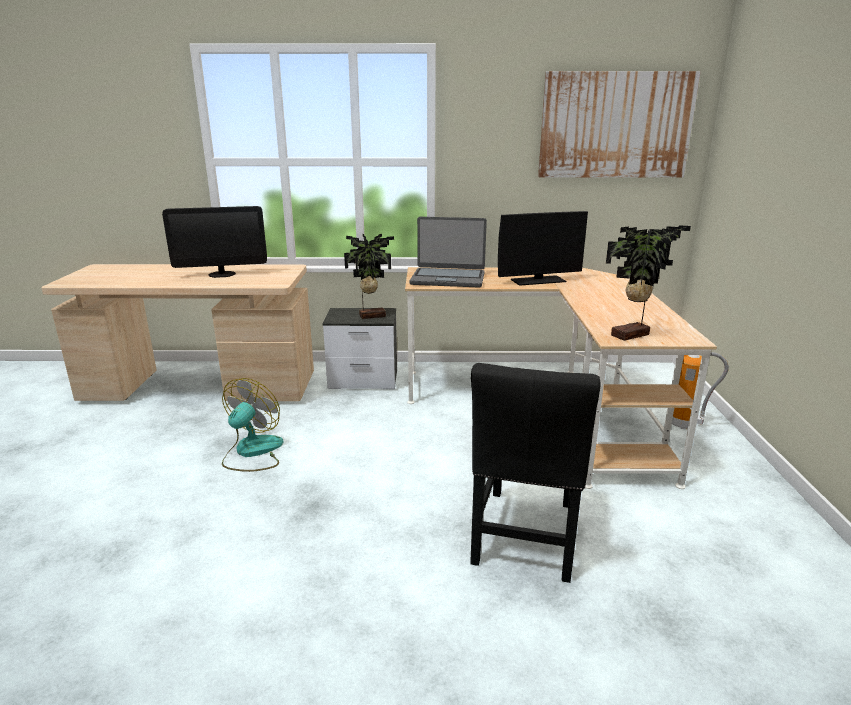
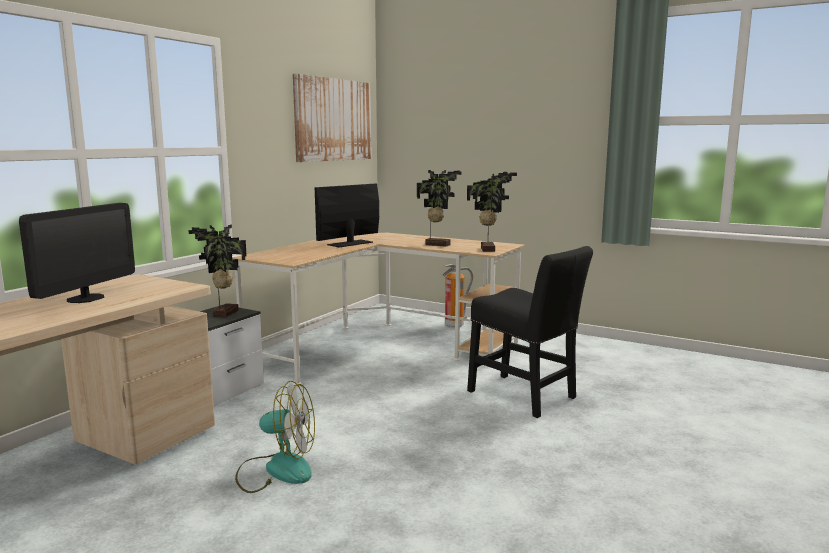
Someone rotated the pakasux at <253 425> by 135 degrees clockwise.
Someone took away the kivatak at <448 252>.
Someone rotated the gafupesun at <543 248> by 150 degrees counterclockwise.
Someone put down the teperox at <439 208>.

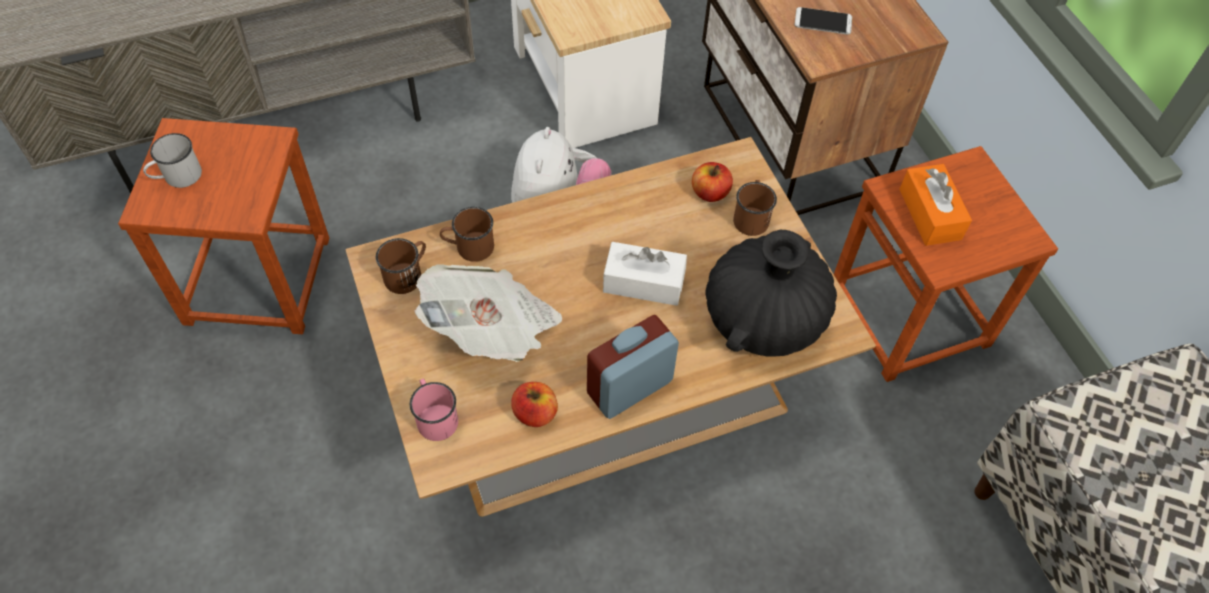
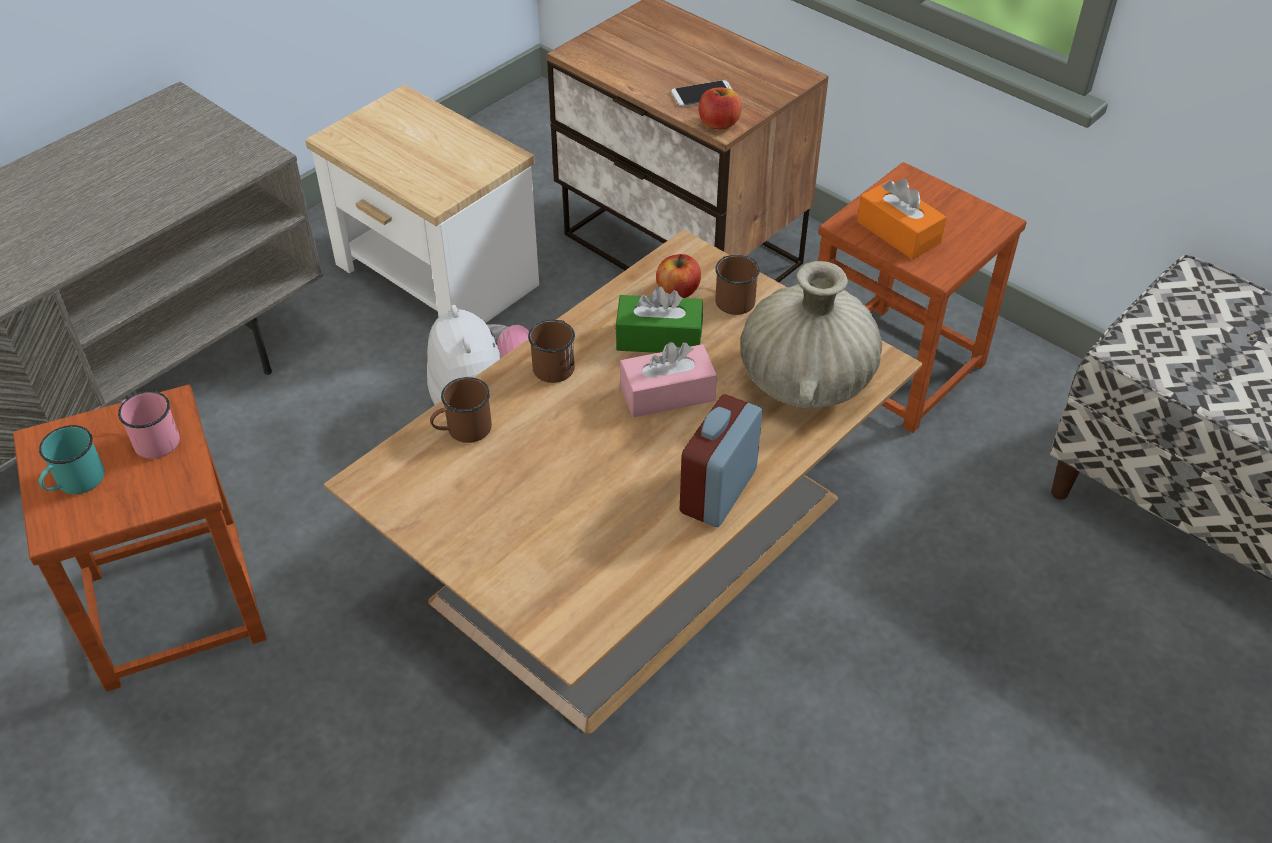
Someone repainted the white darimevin at <172 160>, which became the turquoise darimevin at <72 459>.
Someone carried the brown darimevin from <401 266> to <551 351>.
Someone carried the pink darimevin from <434 410> to <149 425>.
Someone took away the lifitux at <488 313>.
Someone carried the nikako from <534 404> to <720 108>.
Someone repainted the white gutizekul at <645 274>, which became the pink gutizekul at <668 380>.
Someone repainted the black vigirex at <771 293>, which became the beige vigirex at <811 334>.
Someone put down the green gutizekul at <659 319>.

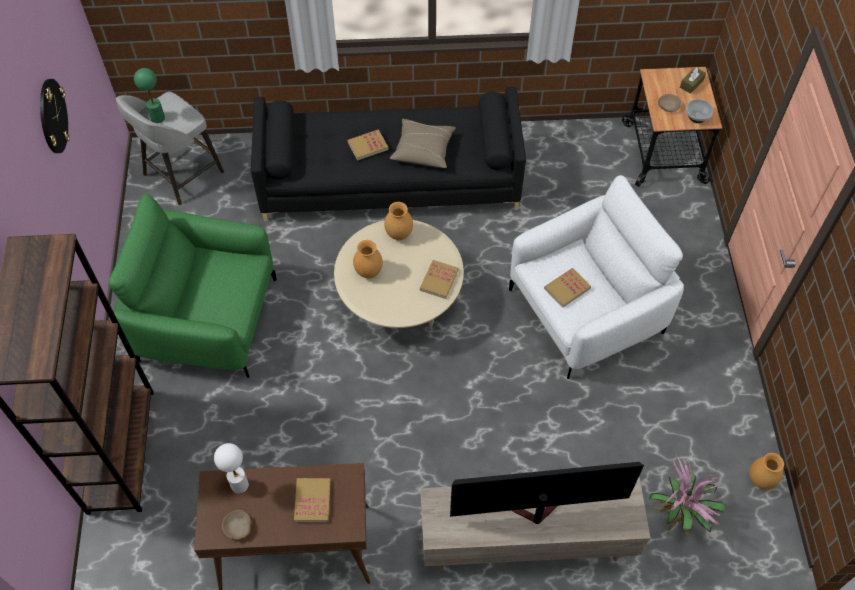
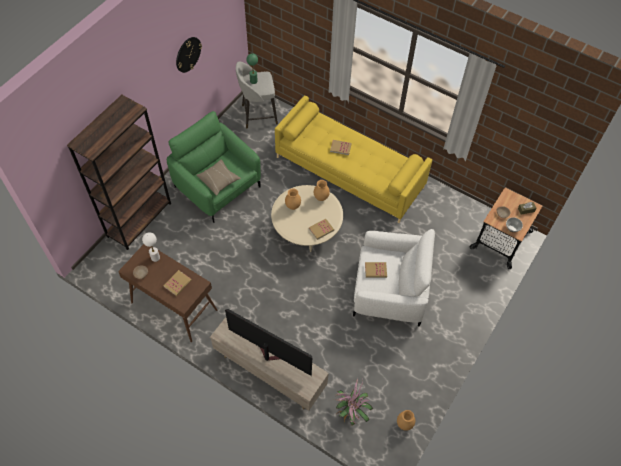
Someone repainted the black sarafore at <388 153>, which became the yellow sarafore at <353 159>.
Someone carried the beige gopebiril from <423 143> to <218 177>.

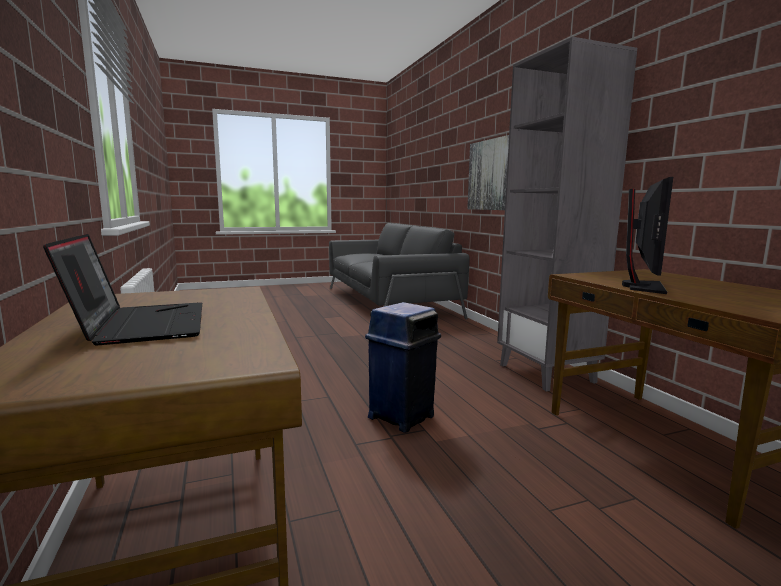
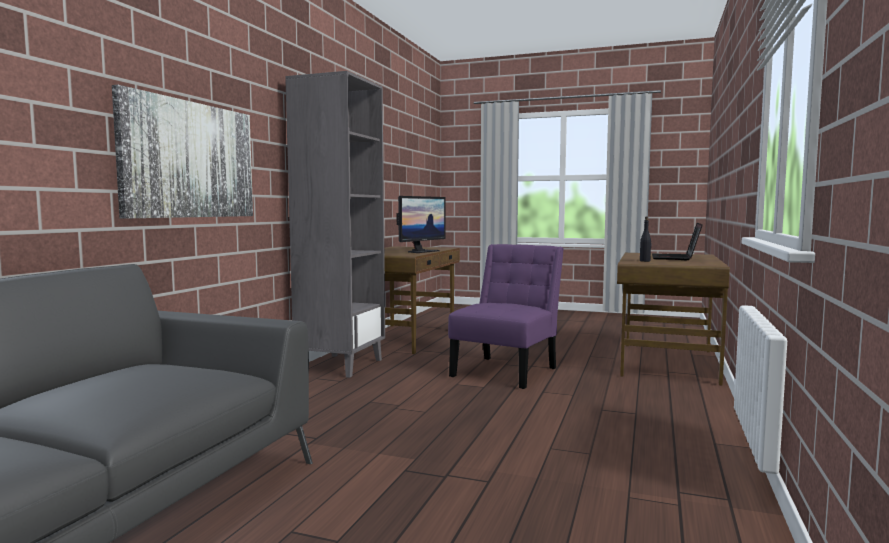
Someone swapped the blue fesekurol at <403 367> for the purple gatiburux at <506 316>.
Someone rotated the gafupesun at <647 235> by 150 degrees clockwise.
Someone put down the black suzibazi at <646 239>.

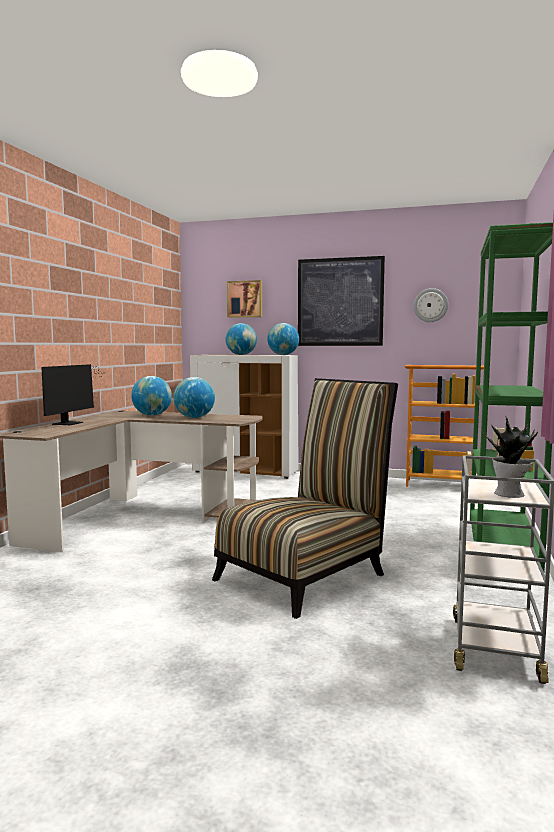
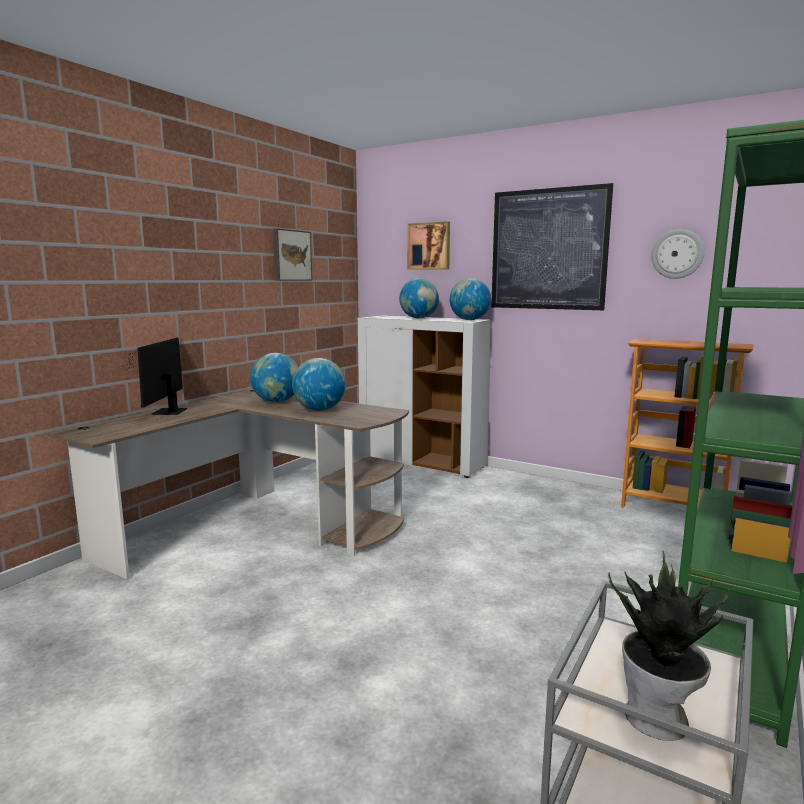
Someone rotated the gafupesun at <72 394> by 150 degrees clockwise.
Someone took away the gatiburux at <305 498>.
Someone put up the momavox at <292 254>.

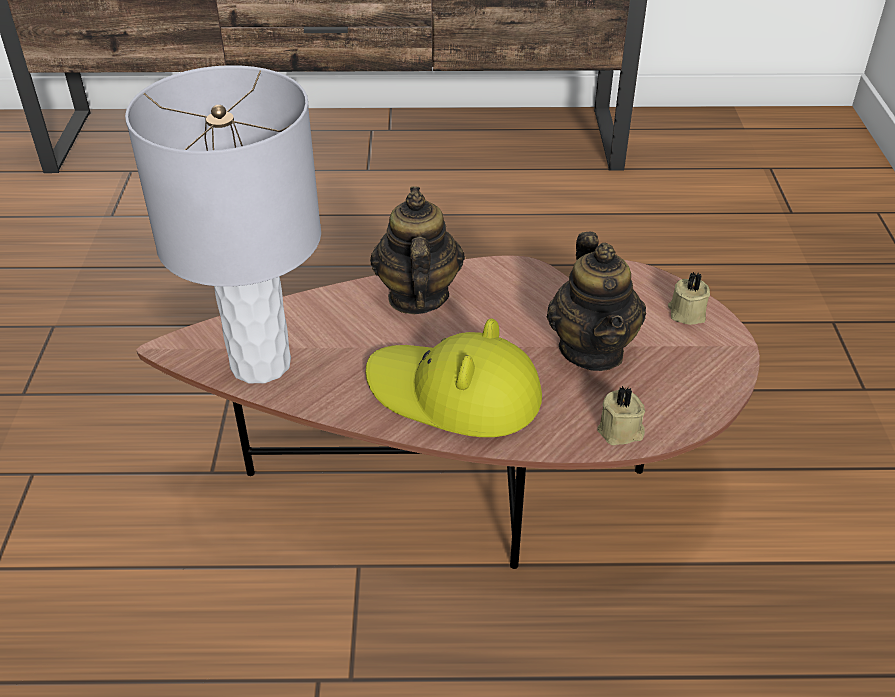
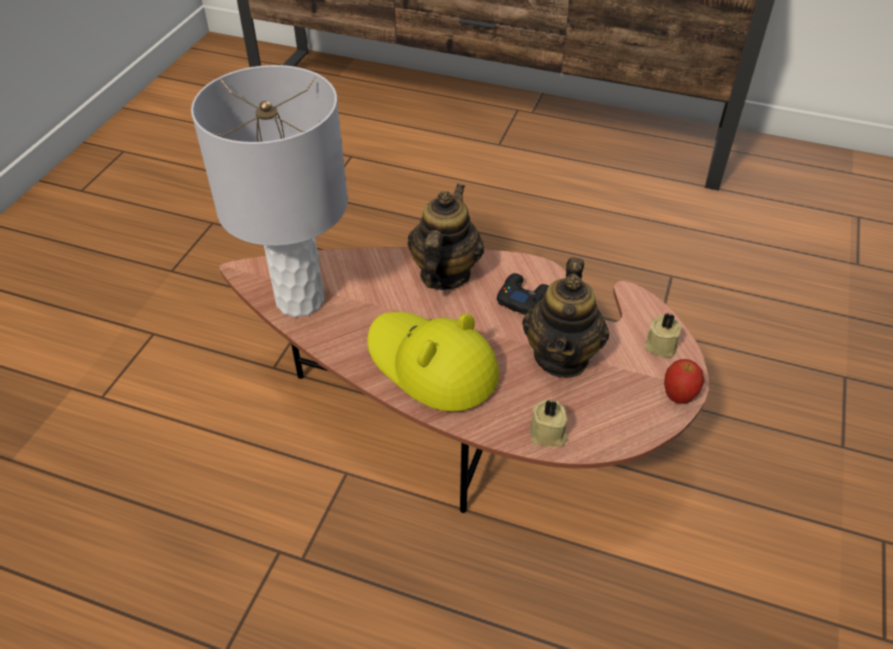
Someone put down the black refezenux at <523 294>.
Someone put down the nikako at <684 381>.

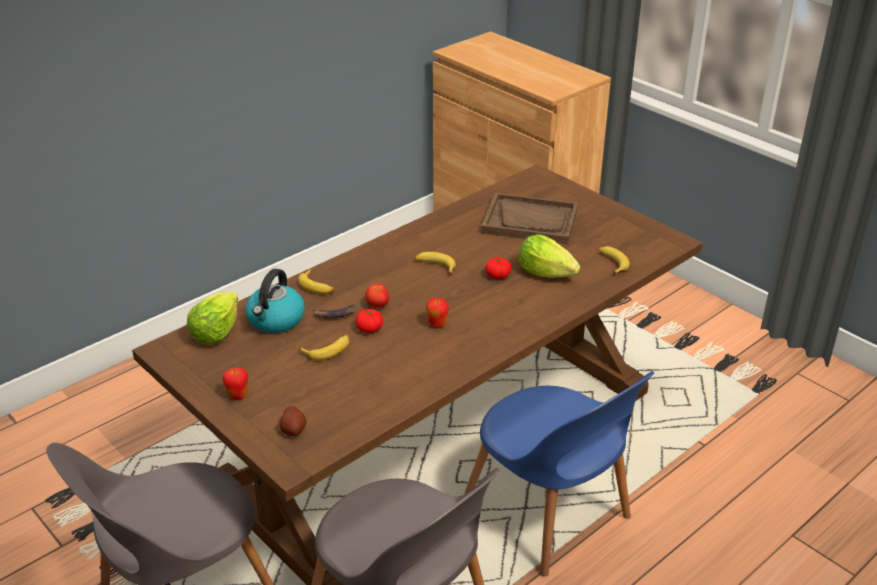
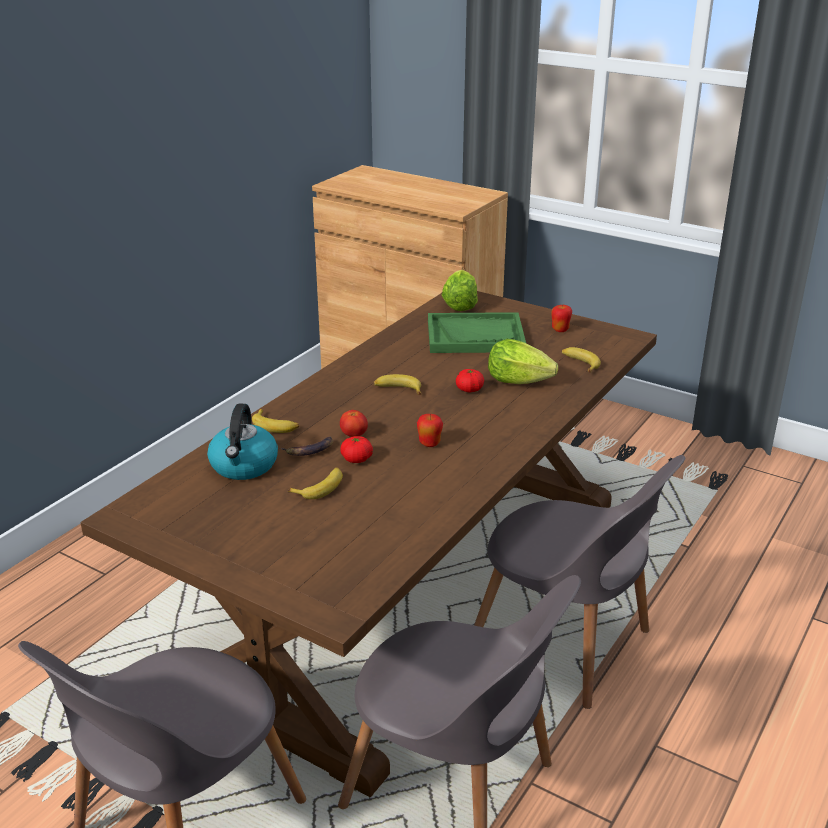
Someone carried the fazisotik from <212 317> to <460 290>.
Someone carried the nikako from <235 383> to <561 318>.
Someone took away the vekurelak at <293 421>.
Someone repainted the blue gatiburux at <559 474>, which became the grey gatiburux at <579 582>.
Someone repainted the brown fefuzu at <529 218>, which became the green fefuzu at <477 332>.

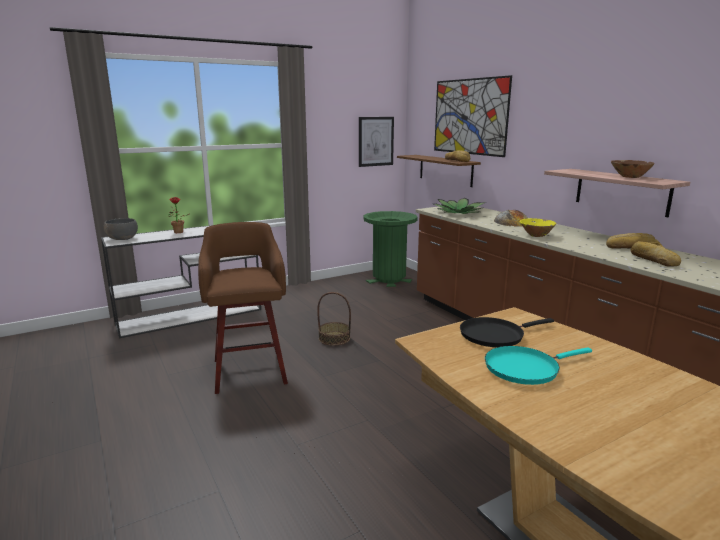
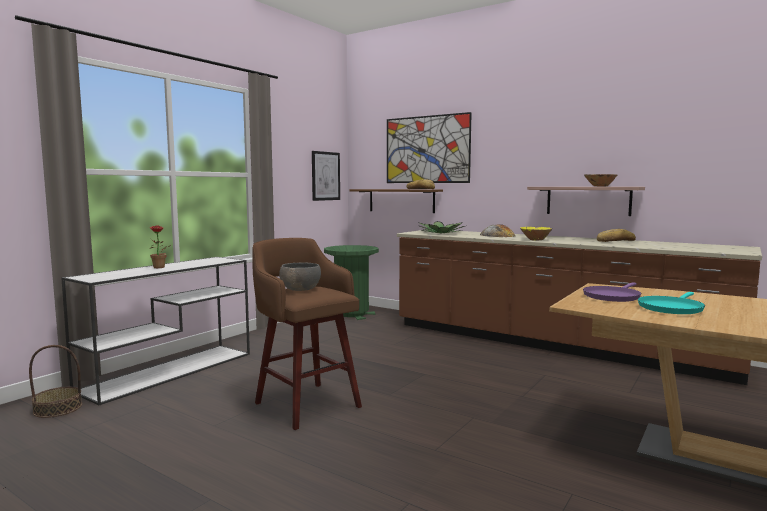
Someone carried the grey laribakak from <121 229> to <300 277>.
Someone carried the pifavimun from <334 319> to <55 381>.
Someone repainted the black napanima at <507 332>, which became the purple napanima at <612 292>.
Someone took away the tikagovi at <656 254>.

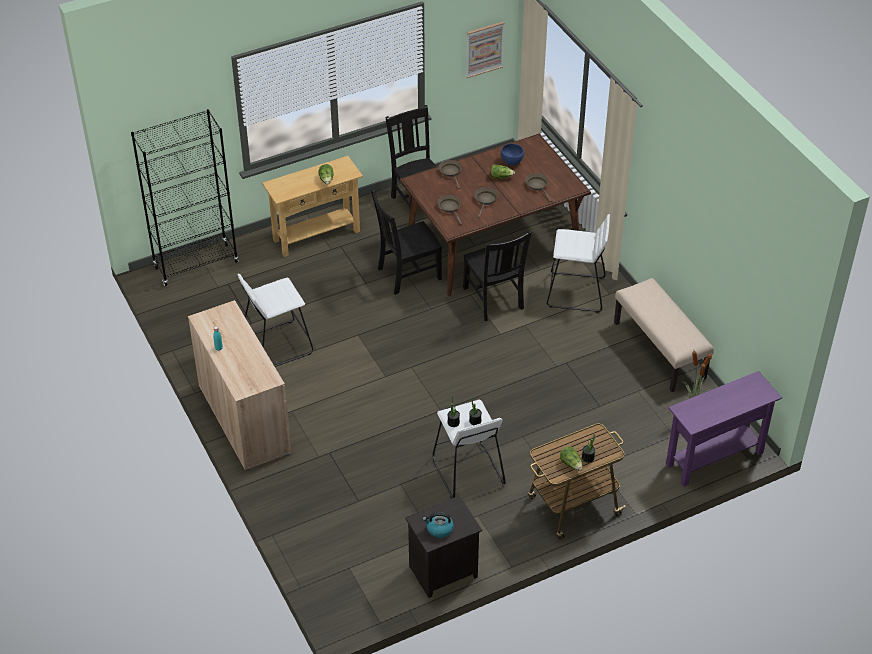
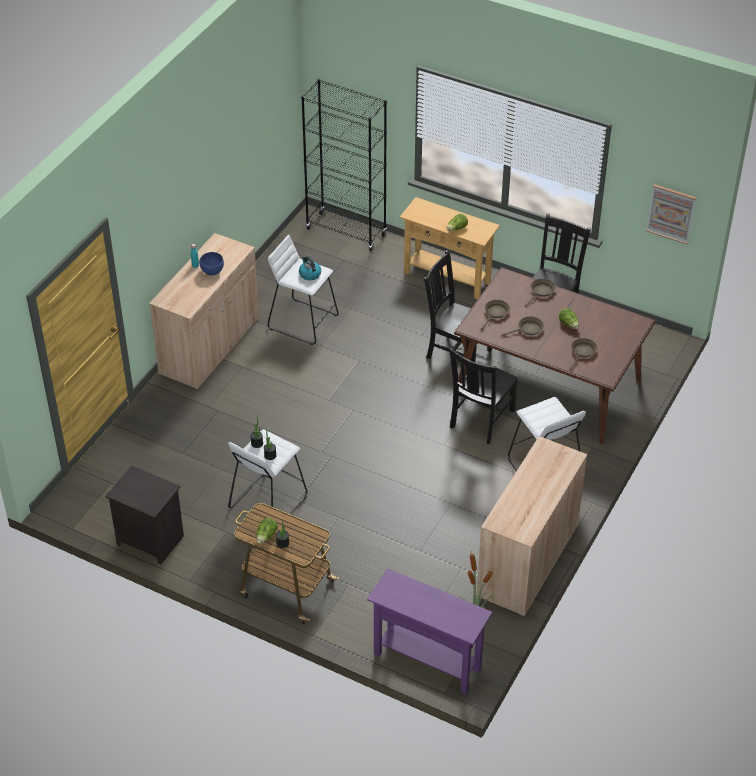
Someone carried the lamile from <438 525> to <310 268>.
Someone carried the blue laribakak from <512 155> to <211 264>.
Someone swapped the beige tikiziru at <664 335> for the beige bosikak at <532 526>.

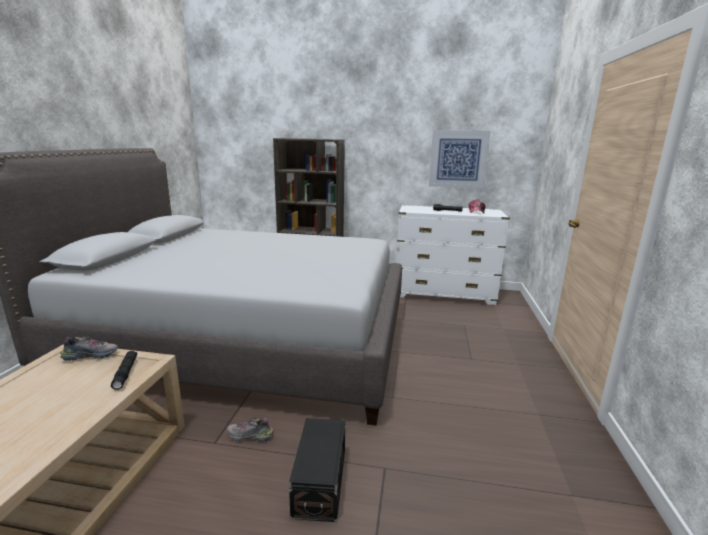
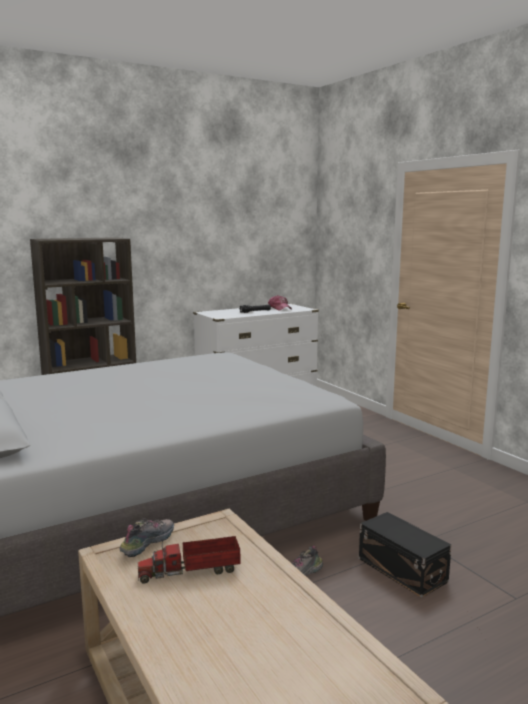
Someone took away the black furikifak at <124 370>.
Someone took away the momavox at <460 159>.
Someone put down the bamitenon at <189 559>.

